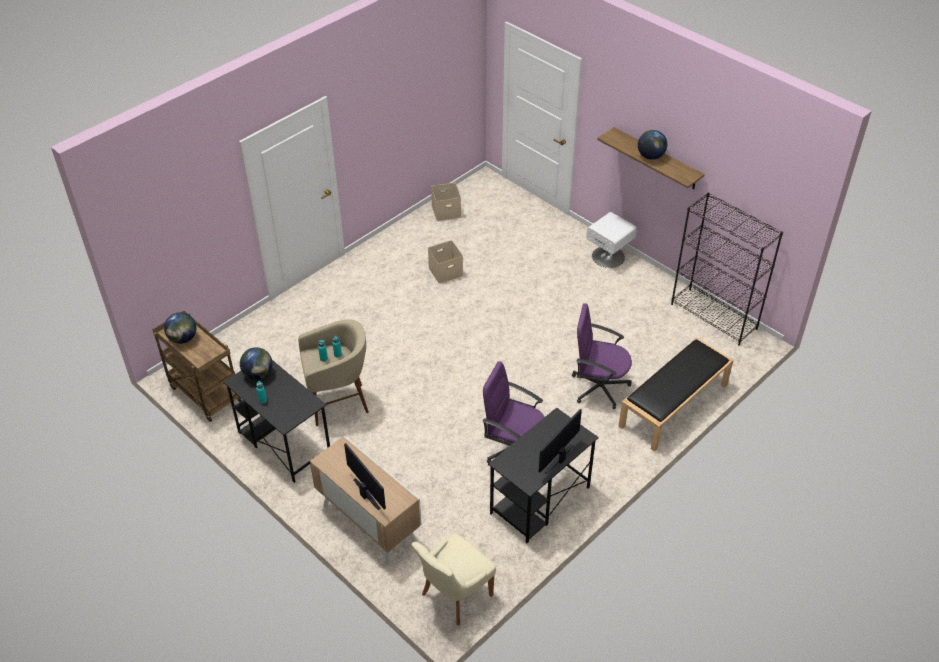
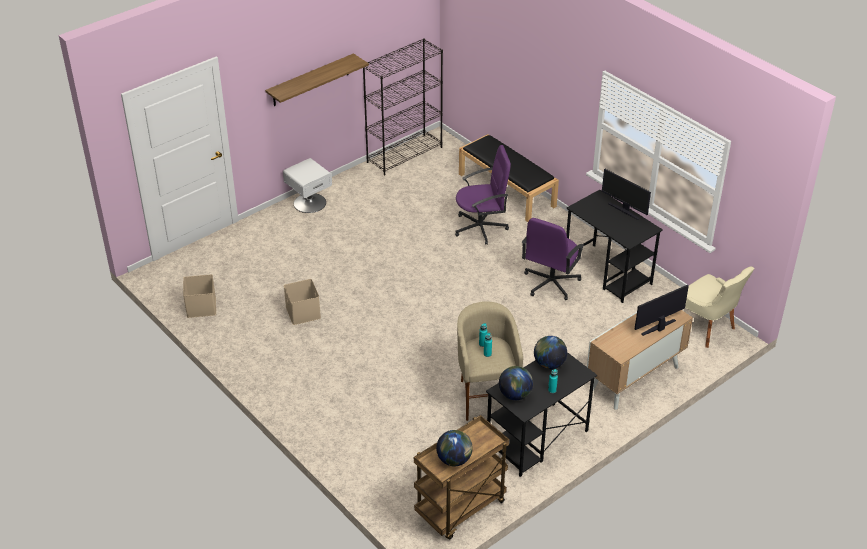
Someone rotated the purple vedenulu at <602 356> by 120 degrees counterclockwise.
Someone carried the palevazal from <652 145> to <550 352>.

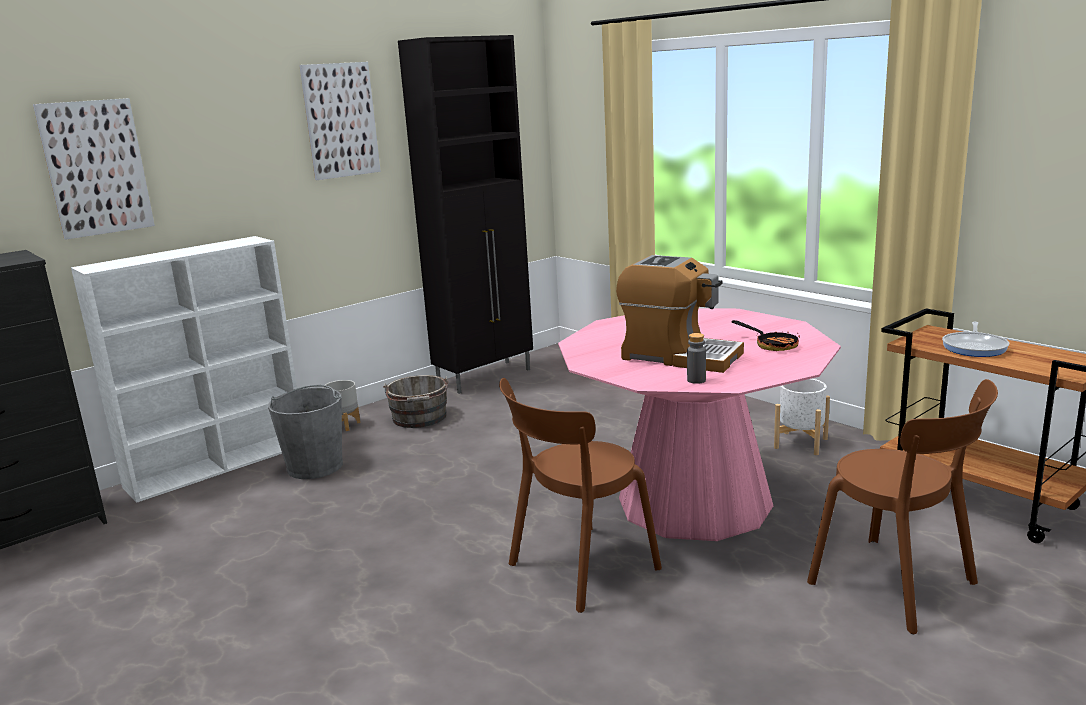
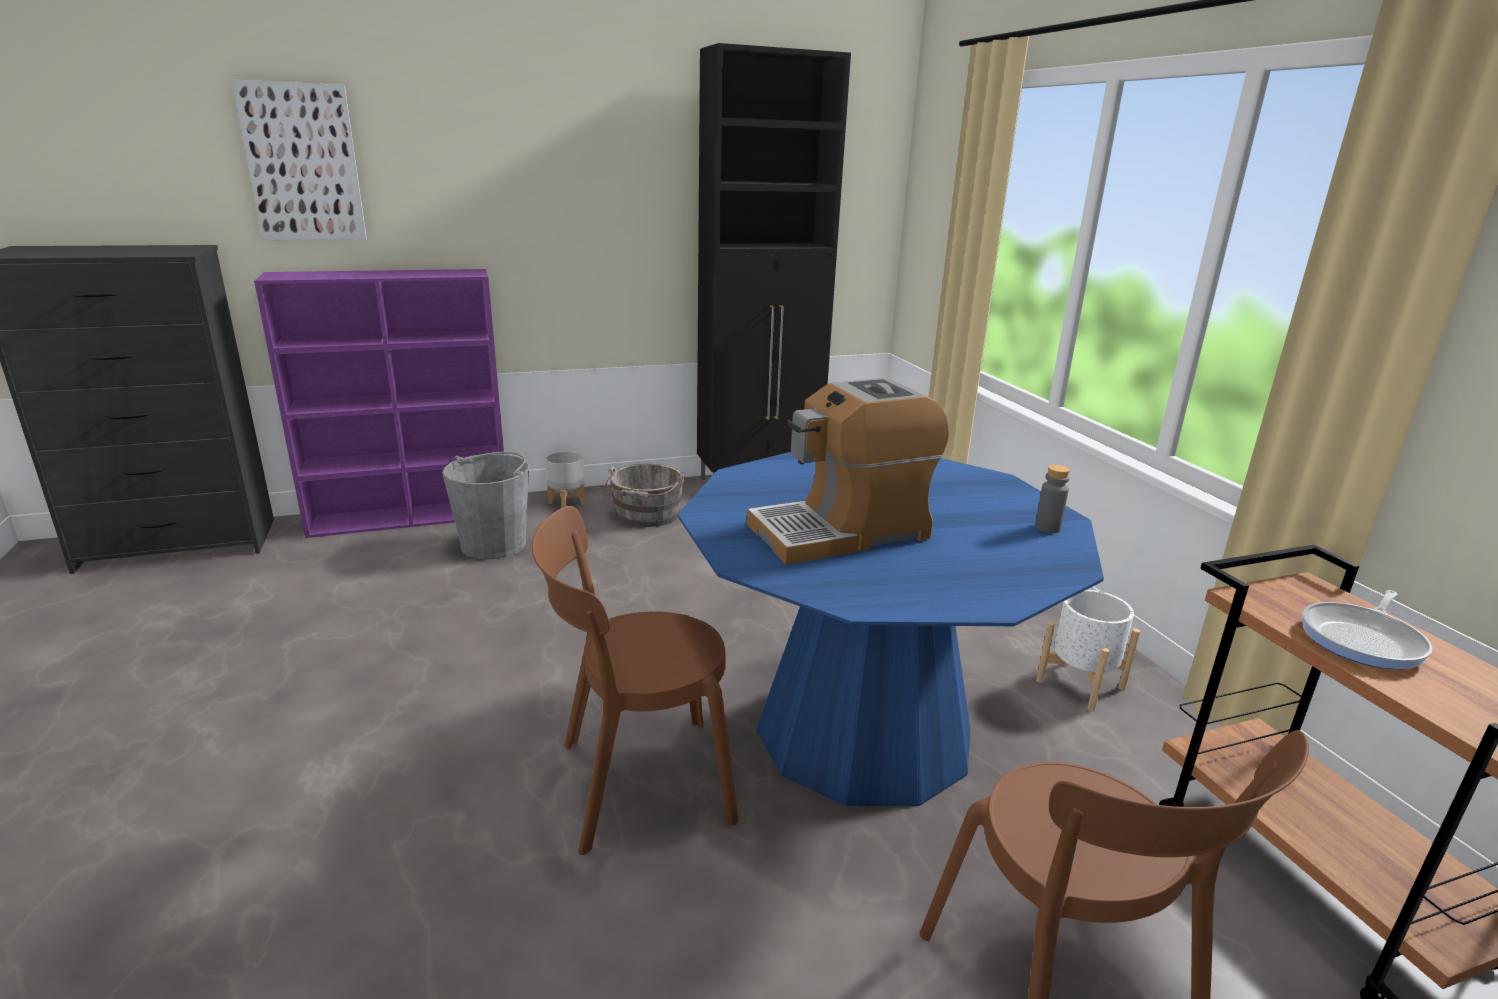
Someone repainted the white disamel at <184 369>, which became the purple disamel at <379 403>.
Someone took away the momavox at <340 121>.
Someone repainted the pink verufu at <699 425>, which became the blue verufu at <891 629>.
Someone rotated the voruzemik at <680 314> by 105 degrees clockwise.
Someone carried the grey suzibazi from <696 358> to <1052 499>.
Someone took away the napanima at <766 335>.

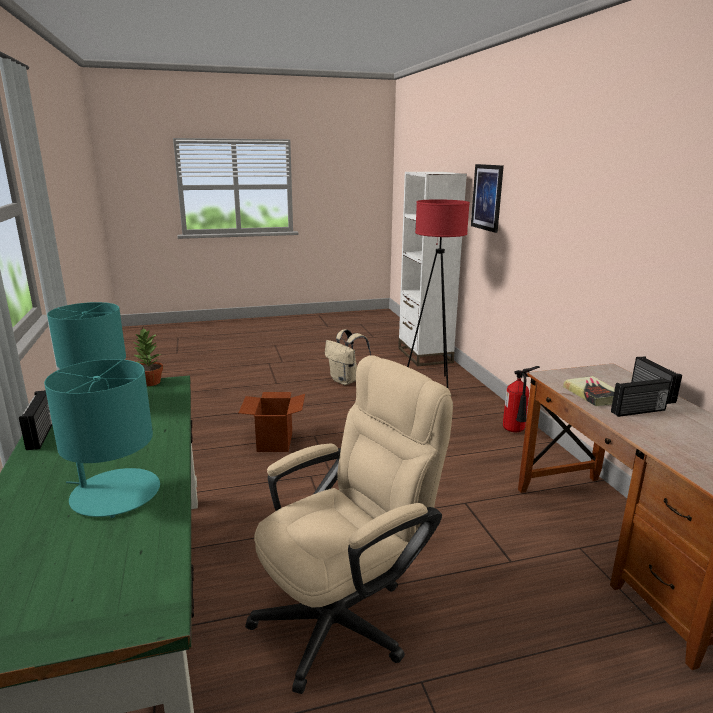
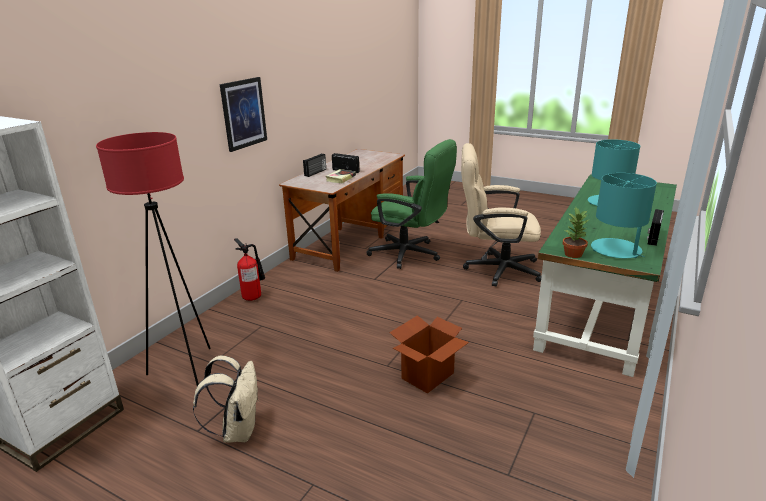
Someone carried the momavox from <487 198> to <243 114>.
Someone put down the green vedenulu at <411 204>.

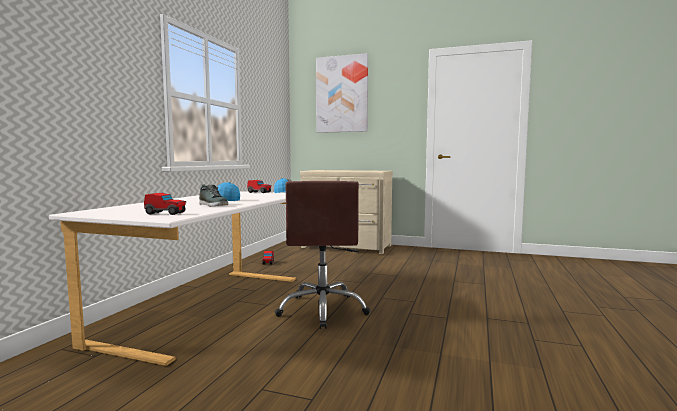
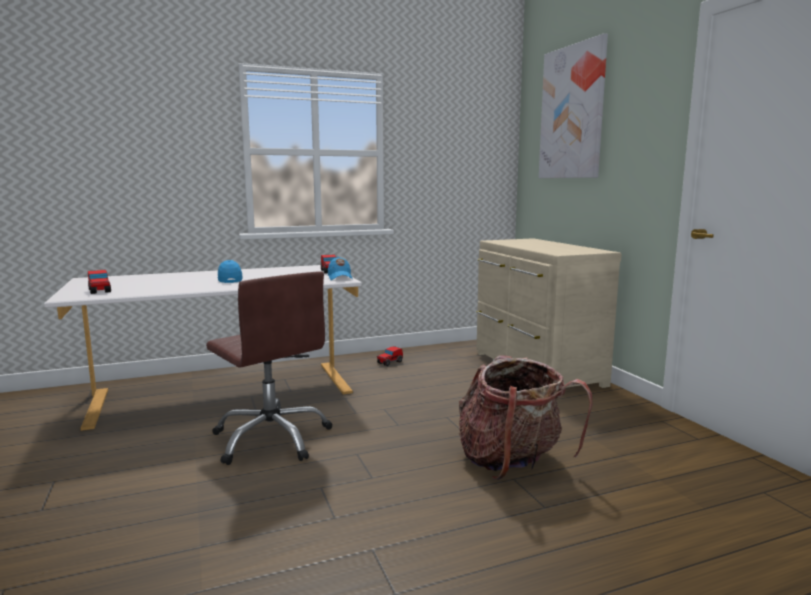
Someone took away the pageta at <213 195>.
Someone rotated the brown vedenulu at <323 255> by 90 degrees counterclockwise.
Someone put down the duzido at <525 417>.

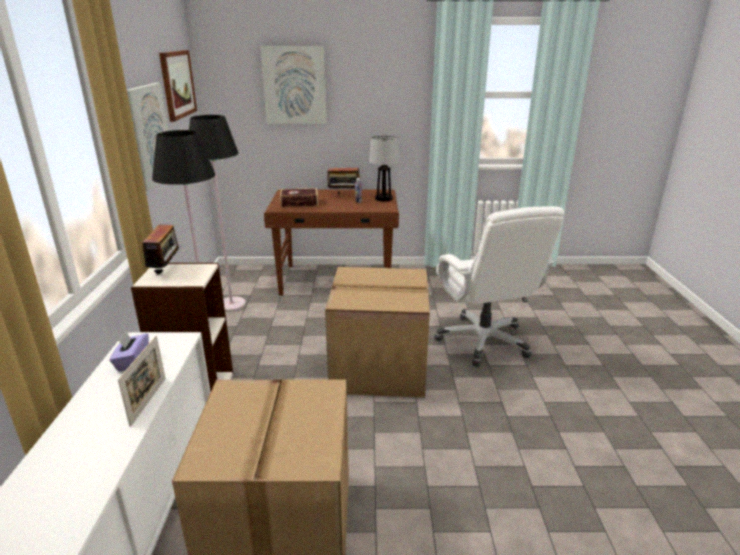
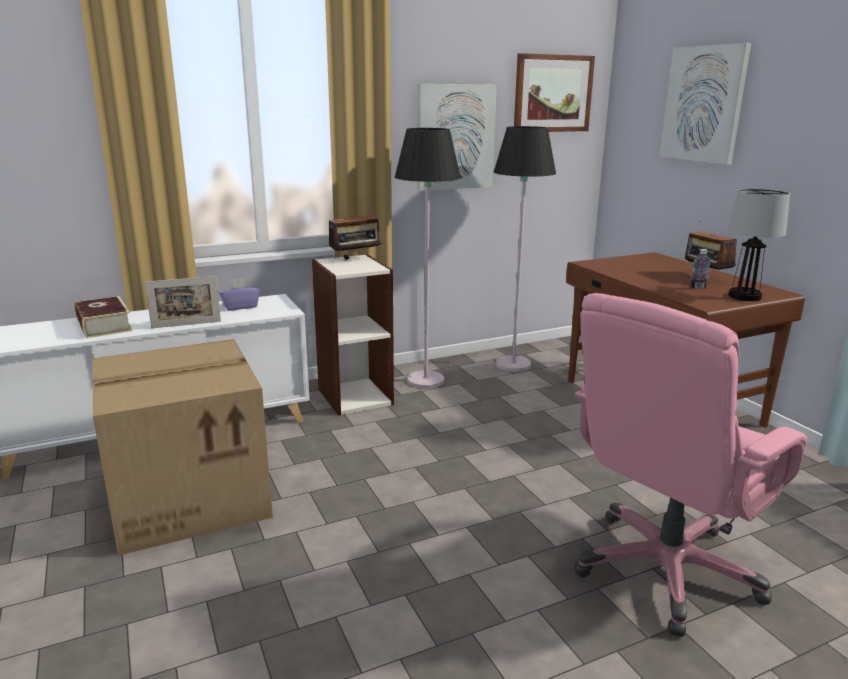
Someone carried the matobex from <299 197> to <104 317>.
Someone took away the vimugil at <377 332>.
Someone repainted the white vedenulu at <499 286>, which became the pink vedenulu at <690 465>.

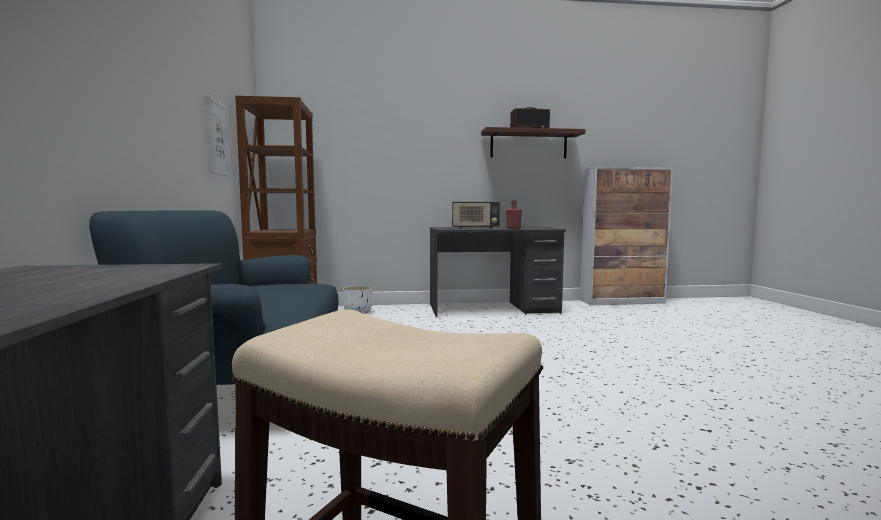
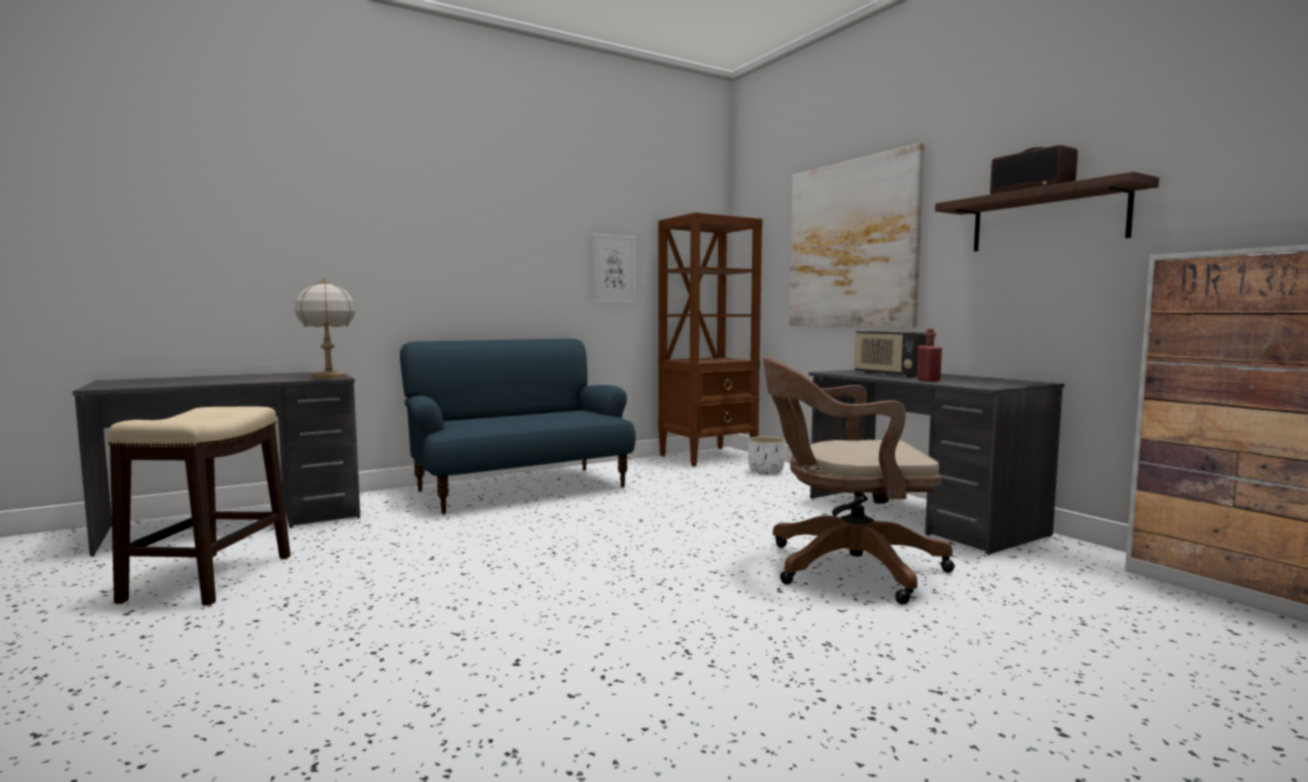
Someone put down the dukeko at <325 328>.
Someone put down the brown vedenulu at <859 481>.
Someone put up the momavox at <857 235>.

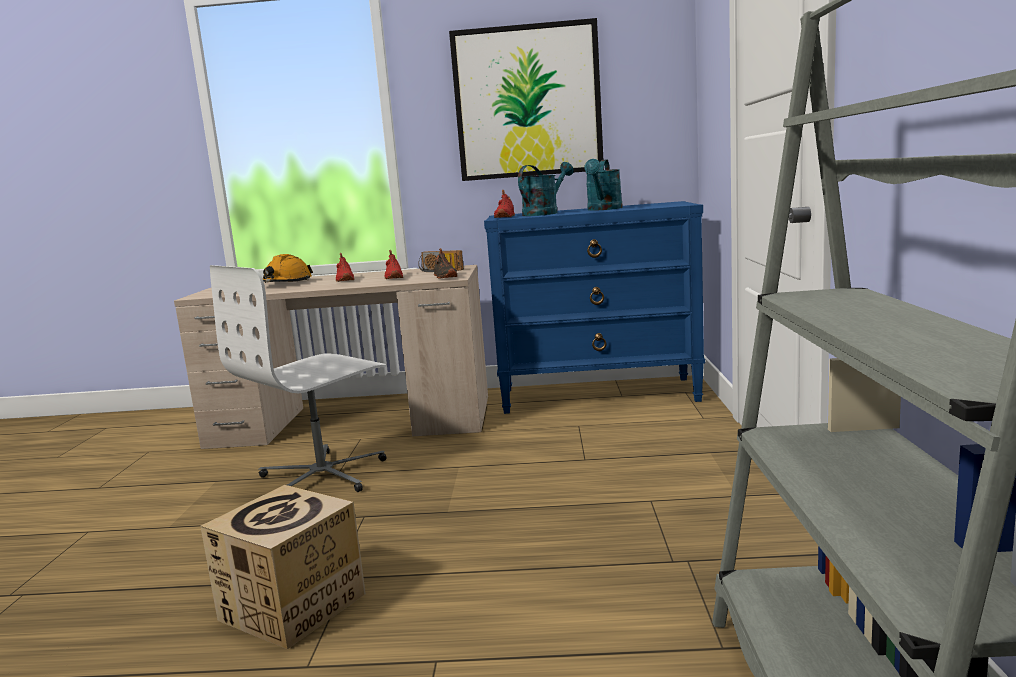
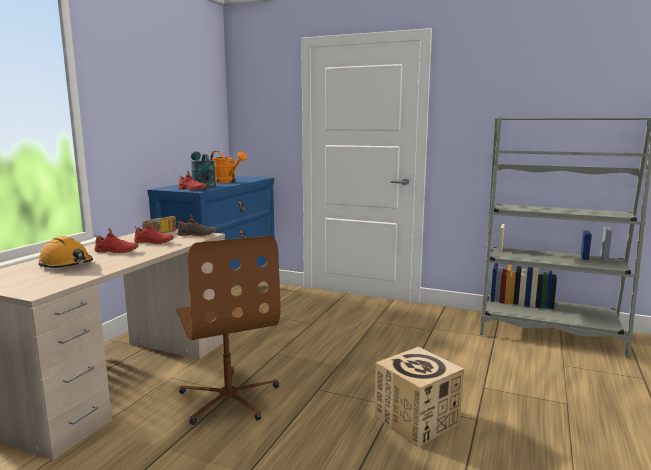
Someone repainted the white vedenulu at <298 378>, which became the brown vedenulu at <228 330>.
Someone took away the momavox at <526 99>.
Someone repainted the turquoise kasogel at <603 185>, which became the orange kasogel at <228 167>.

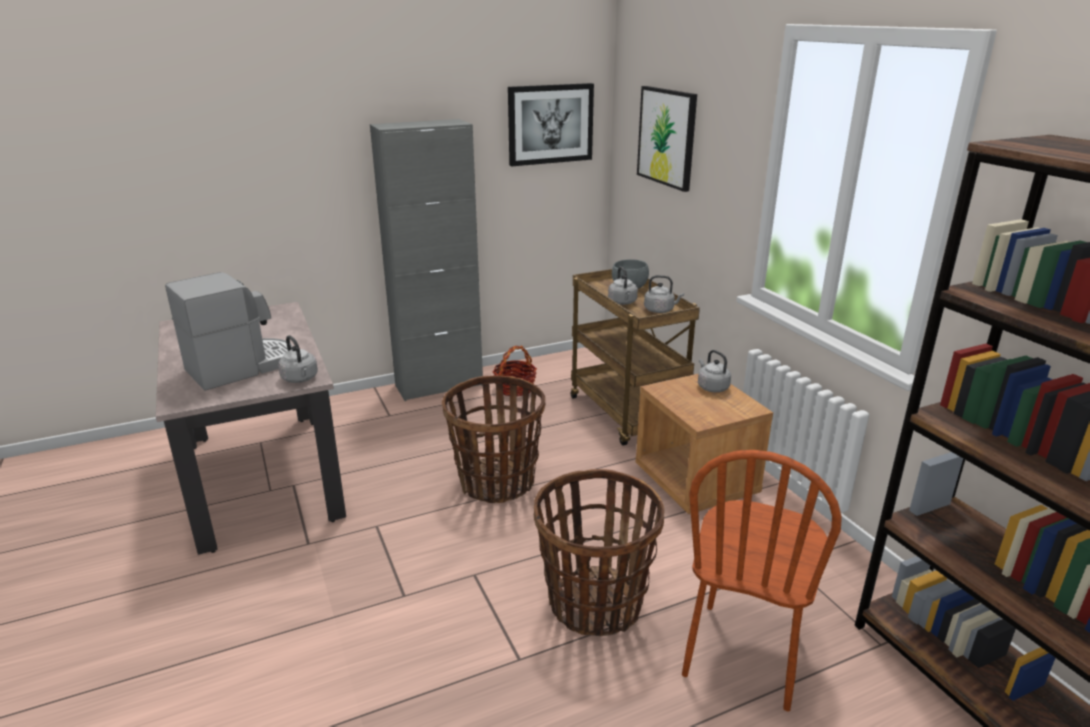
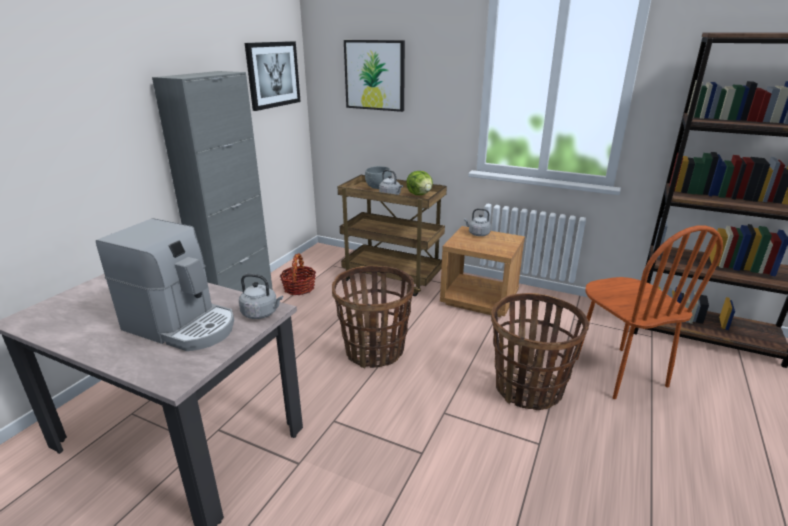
Someone rotated the voruzemik at <229 331> by 105 degrees clockwise.
Someone swapped the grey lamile at <664 294> for the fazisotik at <419 183>.

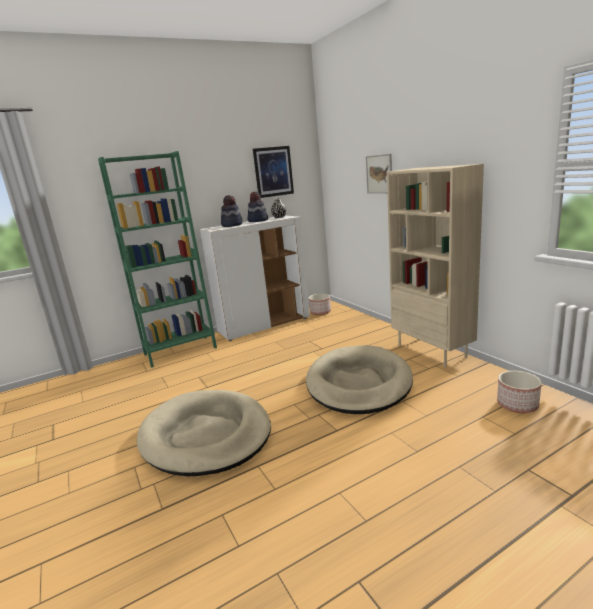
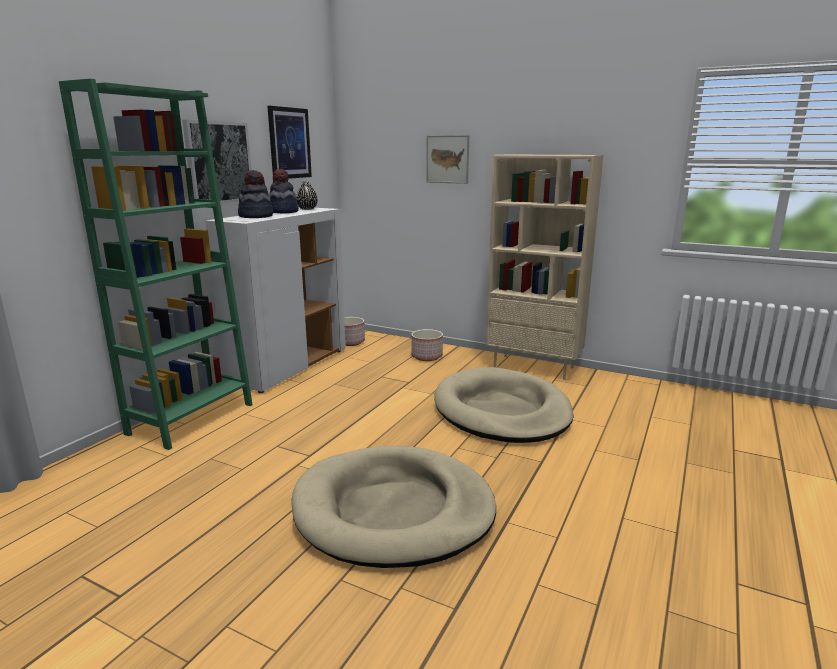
Someone carried the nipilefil from <519 392> to <427 345>.
Someone put up the momavox at <216 161>.

